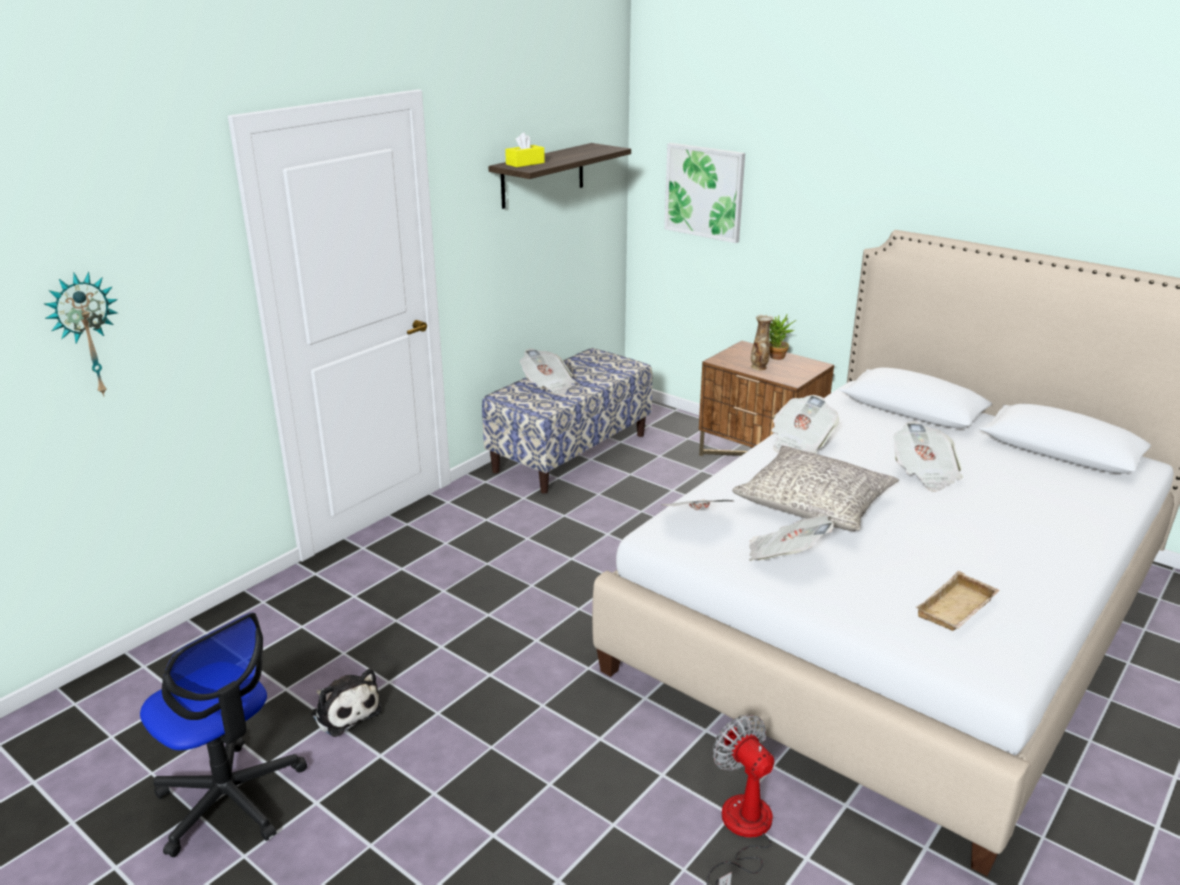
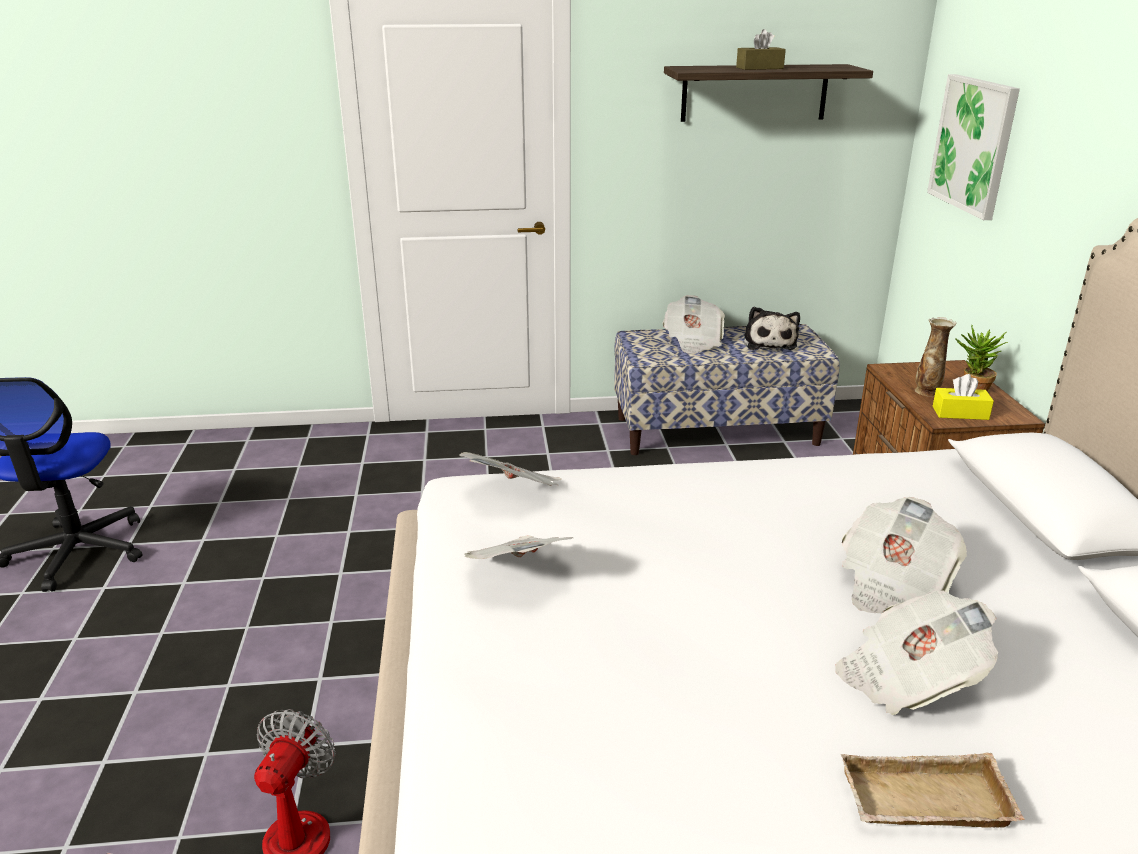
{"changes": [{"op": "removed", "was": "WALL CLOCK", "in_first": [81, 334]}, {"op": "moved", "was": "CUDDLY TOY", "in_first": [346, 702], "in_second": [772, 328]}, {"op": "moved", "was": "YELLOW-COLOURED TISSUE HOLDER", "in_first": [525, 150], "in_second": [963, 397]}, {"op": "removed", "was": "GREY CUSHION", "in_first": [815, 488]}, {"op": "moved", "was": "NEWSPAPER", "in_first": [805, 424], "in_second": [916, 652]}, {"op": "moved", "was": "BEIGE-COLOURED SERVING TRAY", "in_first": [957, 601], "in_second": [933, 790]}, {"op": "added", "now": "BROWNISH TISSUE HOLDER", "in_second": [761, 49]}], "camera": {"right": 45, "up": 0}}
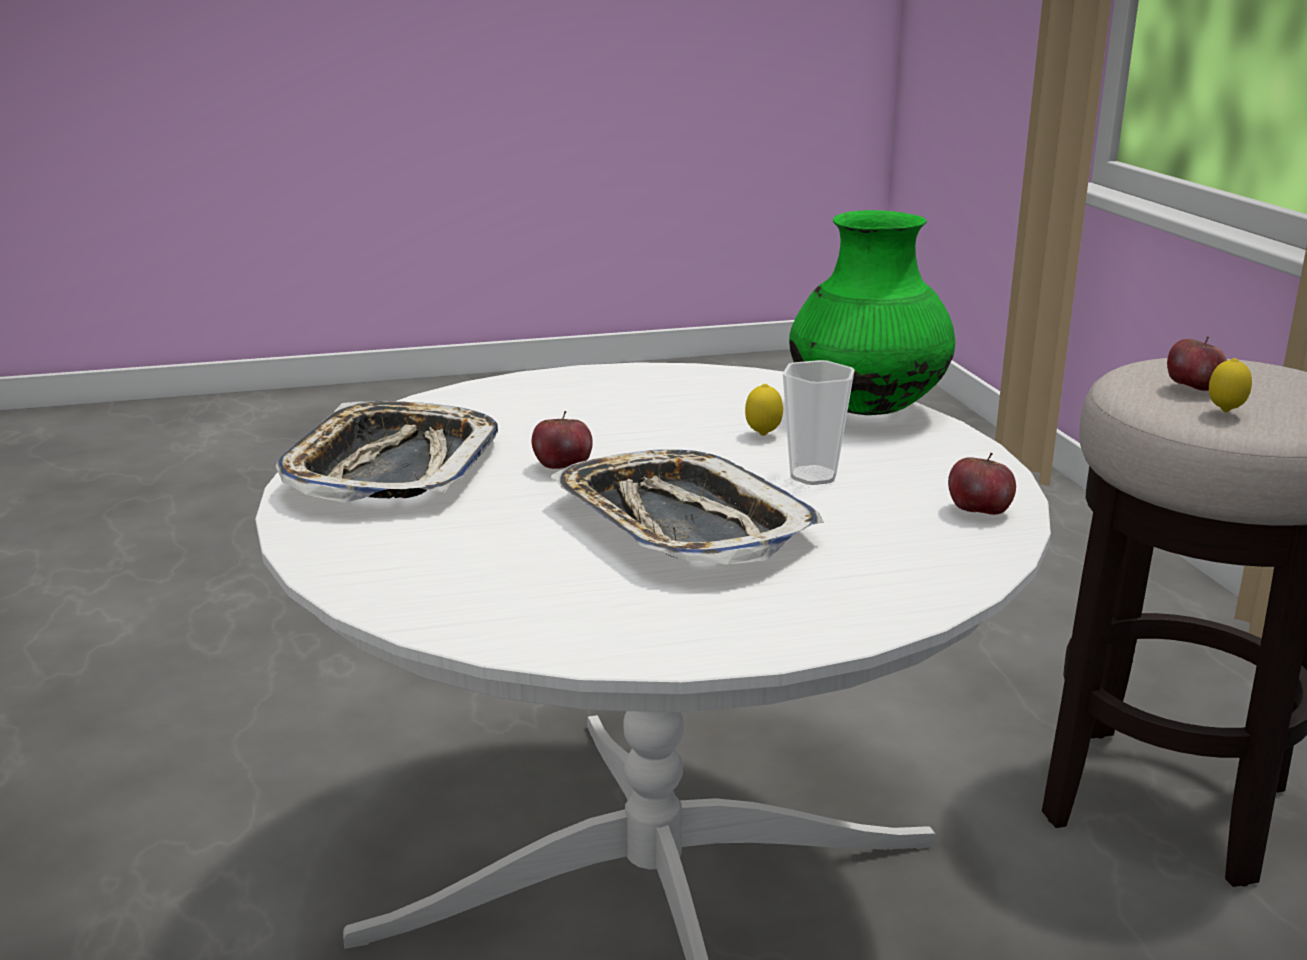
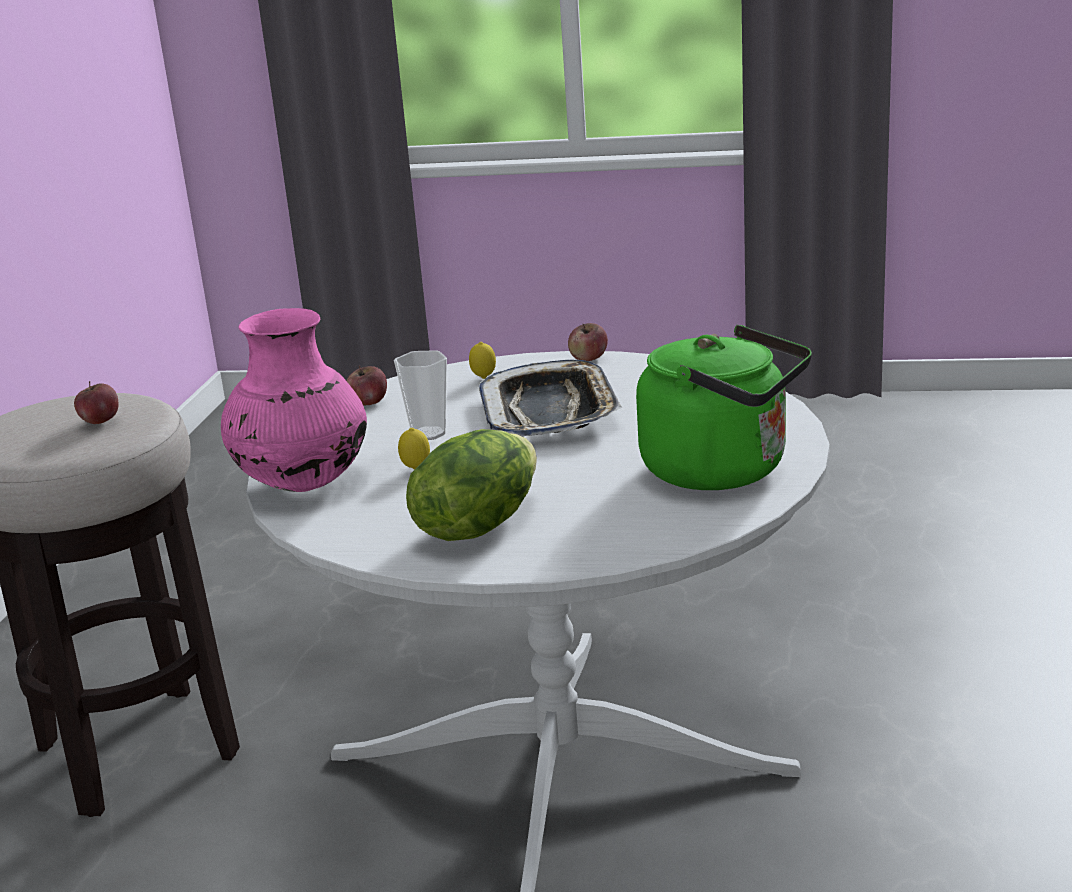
{"changes": [{"op": "replaced", "was": "SERVING TRAY", "now": "GREEN-COLOURED WATER KETTLE", "in_first": [386, 452], "in_second": [724, 407]}, {"op": "moved", "was": "APPLE", "in_first": [562, 440], "in_second": [588, 342]}, {"op": "recoloured", "was": "GREEN-COLOURED DECORATIVE VASE", "now": "PINKISH DECORATIVE VASE", "in_first": [872, 312], "in_second": [294, 400]}, {"op": "moved", "was": "WHOLE LEMON", "in_first": [1230, 385], "in_second": [482, 360]}, {"op": "added", "now": "LETTUCE HEAD", "in_second": [471, 485]}], "camera": {"right": -155, "up": 0}}
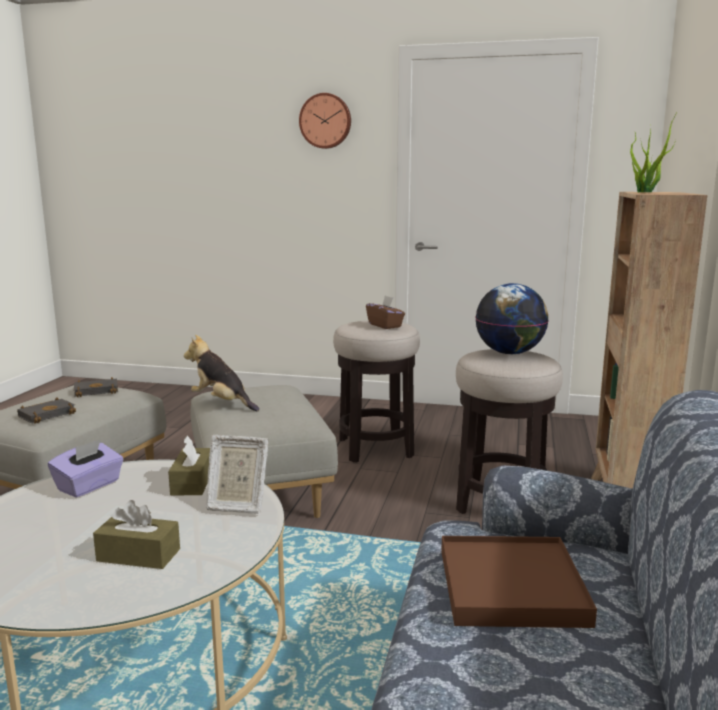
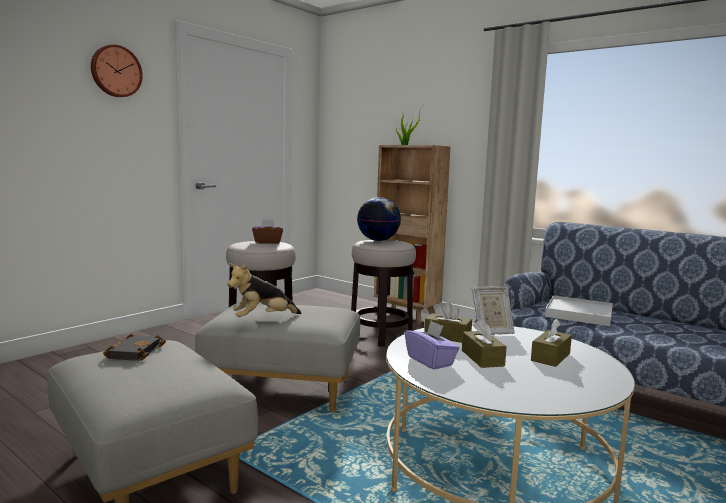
{"changes": [{"op": "removed", "was": "BLACK BOUND BOOK", "in_first": [46, 411]}, {"op": "turned", "was": "STANDING FRAME", "in_first": [237, 474], "in_second": [493, 310], "clockwise": 45}, {"op": "recoloured", "was": "BROWNISH SERVING TRAY", "now": "WHITE SERVING TRAY", "in_first": [519, 582], "in_second": [579, 310]}, {"op": "added", "now": "BROWNISH TISSUE HOLDER", "in_second": [484, 343]}], "camera": {"right": -65, "up": -5}}
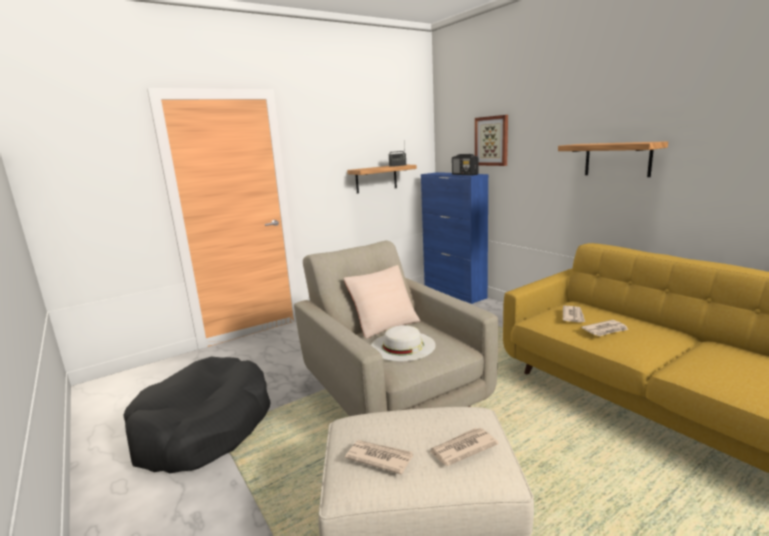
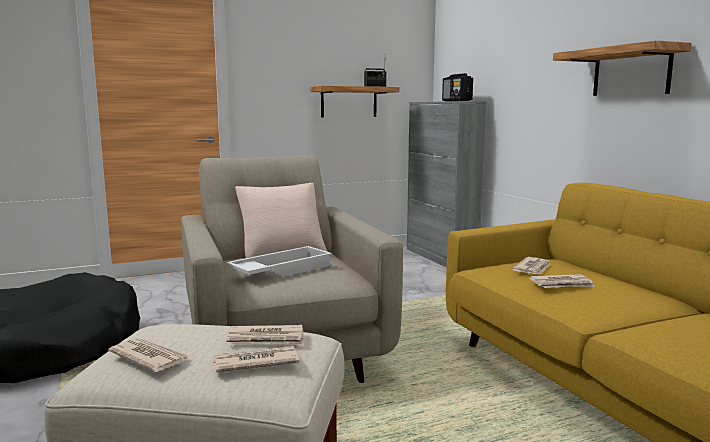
{"changes": [{"op": "replaced", "was": "WHITE WEARABLE HAT", "now": "WHITE SERVING TRAY", "in_first": [403, 343], "in_second": [279, 261]}, {"op": "recoloured", "was": "BLUE CABINET", "now": "GREY CABINET", "in_first": [454, 238], "in_second": [446, 184]}, {"op": "removed", "was": "WALL PICTURE", "in_first": [491, 140]}, {"op": "added", "now": "NEWSPAPER", "in_second": [265, 335]}], "camera": {"right": 10, "up": -5}}
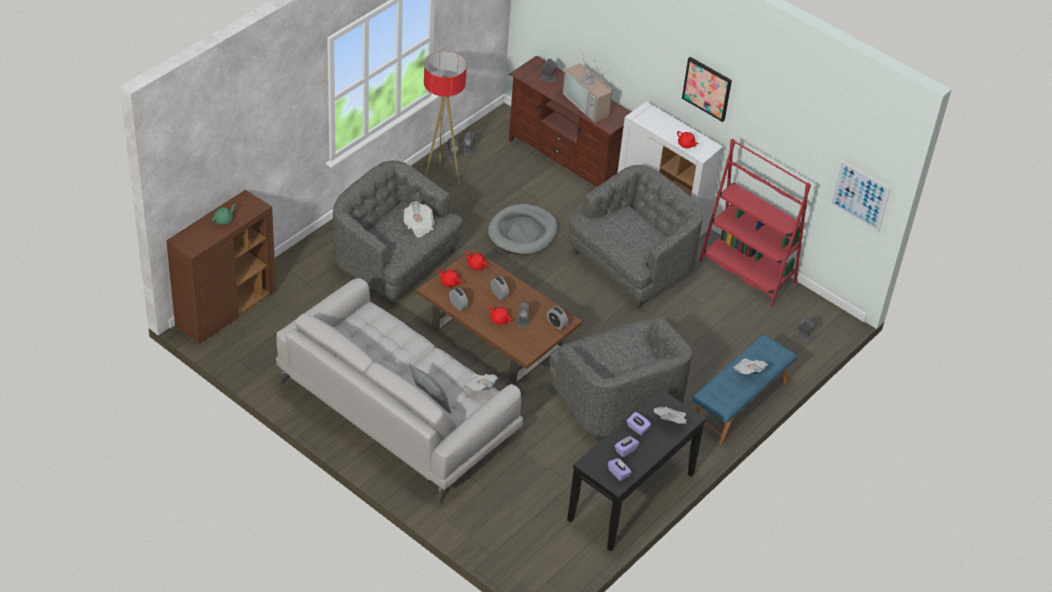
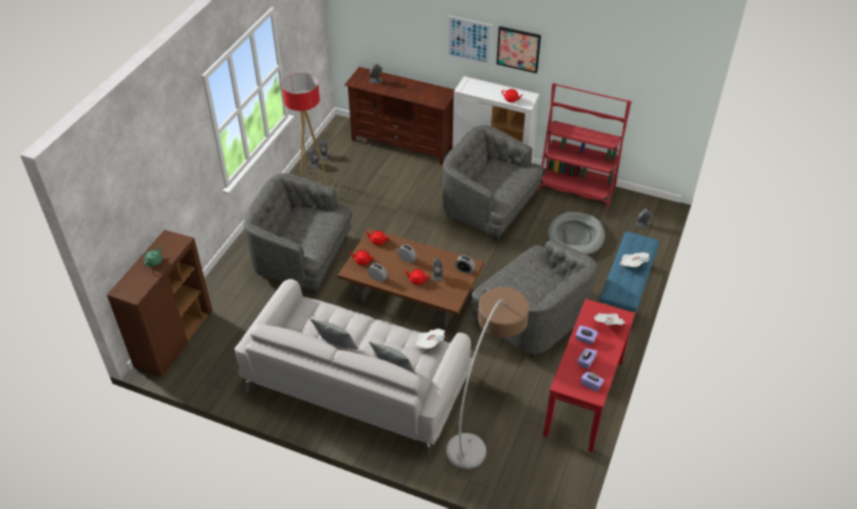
{"changes": [{"op": "removed", "was": "NEWSPAPER", "in_first": [419, 219]}, {"op": "moved", "was": "GREY DOG CUSHION", "in_first": [523, 229], "in_second": [576, 233]}, {"op": "removed", "was": "TV", "in_first": [588, 87]}, {"op": "recoloured", "was": "BLACK CONSOLE TABLE", "now": "RED-COLOURED CONSOLE TABLE", "in_first": [636, 470], "in_second": [589, 375]}, {"op": "turned", "was": "GREY LOUNGE CHAIR", "in_first": [636, 237], "in_second": [492, 183], "clockwise": -90}, {"op": "moved", "was": "WALL PICTURE", "in_first": [860, 196], "in_second": [469, 40]}, {"op": "added", "now": "GREY CUSHION", "in_second": [334, 334]}, {"op": "added", "now": "STANDING LAMP", "in_second": [487, 378]}], "camera": {"right": -15, "up": 0}}
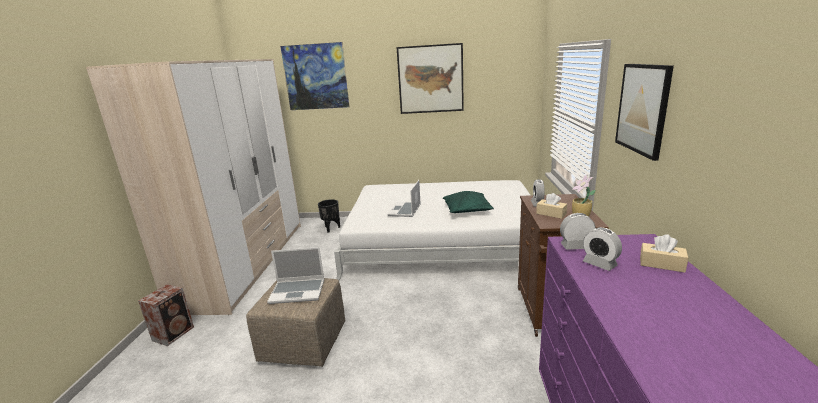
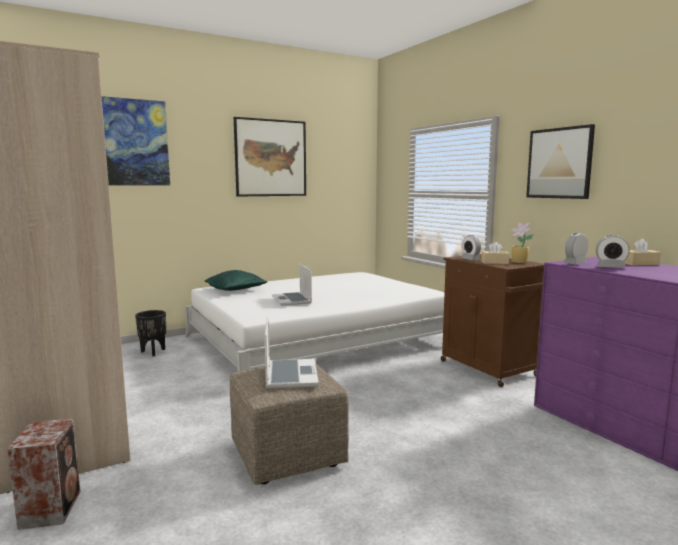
{"changes": [{"op": "turned", "was": "NOTEBOOK COMPUTER", "in_first": [295, 275], "in_second": [292, 352], "clockwise": -60}, {"op": "moved", "was": "GREEN-COLOURED CUSHION", "in_first": [468, 202], "in_second": [236, 280]}], "camera": {"right": -35, "up": -10}}
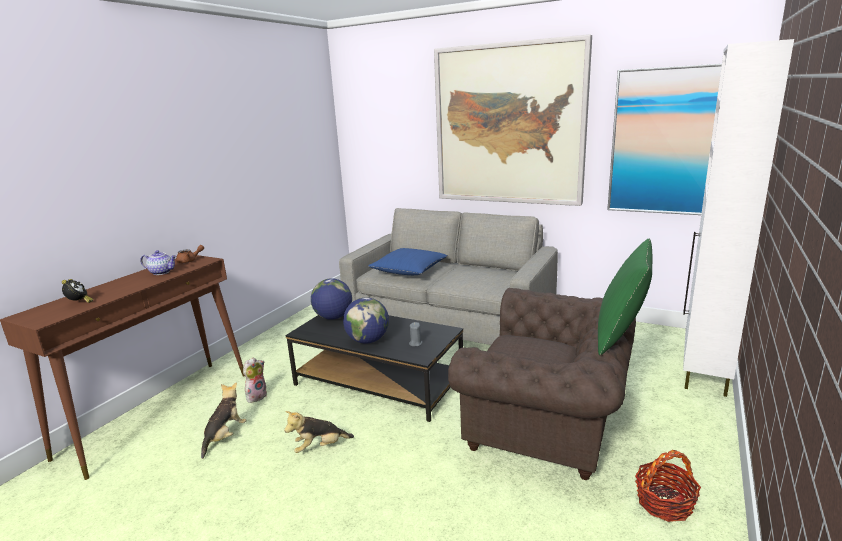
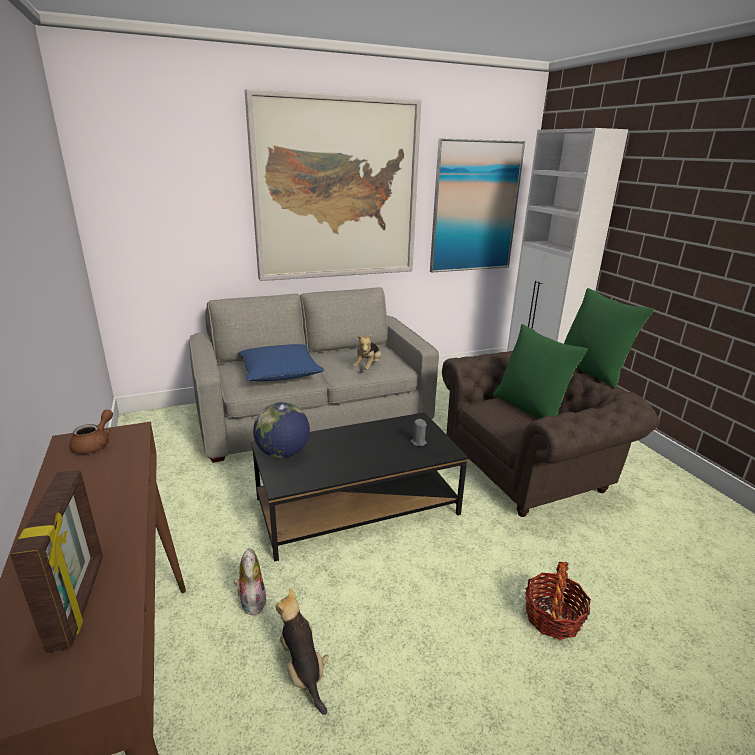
{"changes": [{"op": "replaced", "was": "TABLE CLOCK", "now": "STANDING FRAME", "in_first": [78, 291], "in_second": [56, 561]}, {"op": "removed", "was": "TEAPOT", "in_first": [158, 262]}, {"op": "moved", "was": "CUDDLY TOY", "in_first": [319, 432], "in_second": [367, 352]}, {"op": "removed", "was": "DESK GLOBE", "in_first": [366, 320]}, {"op": "moved", "was": "BASKET", "in_first": [668, 486], "in_second": [558, 601]}, {"op": "added", "now": "GREEN-COLOURED CUSHION", "in_second": [540, 371]}], "camera": {"right": -50, "up": 5}}
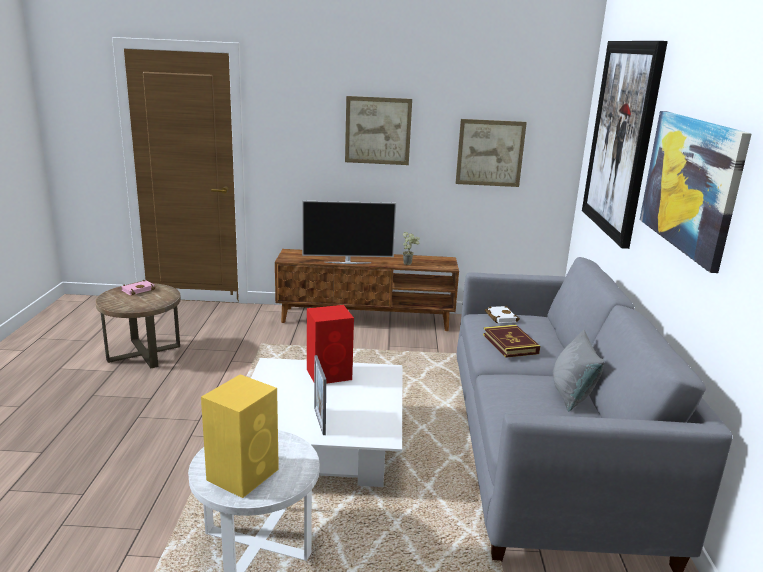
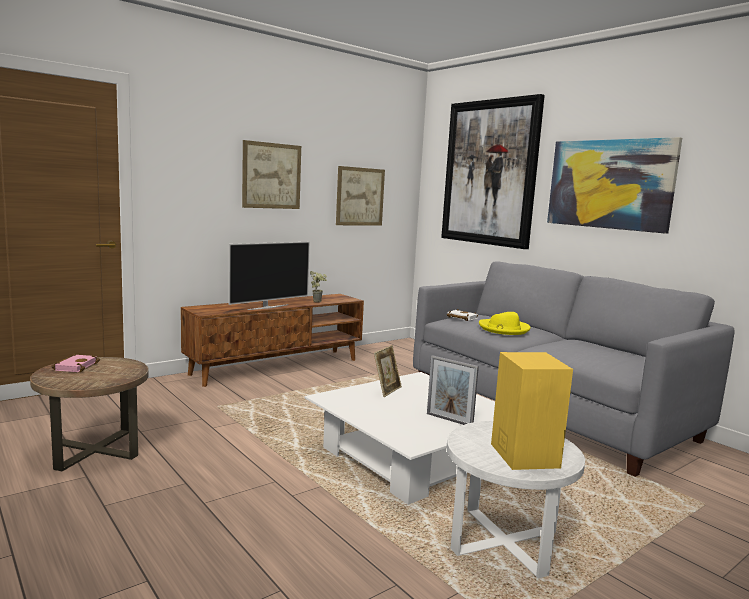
{"changes": [{"op": "replaced", "was": "RED-COLOURED AUDIO SPEAKER", "now": "STANDING FRAME", "in_first": [330, 344], "in_second": [388, 371]}, {"op": "replaced", "was": "BOUND BOOK", "now": "YELLOW-COLOURED WEARABLE HAT", "in_first": [511, 341], "in_second": [504, 323]}, {"op": "removed", "was": "GREY CUSHION", "in_first": [578, 370]}], "camera": {"right": -40, "up": -10}}
